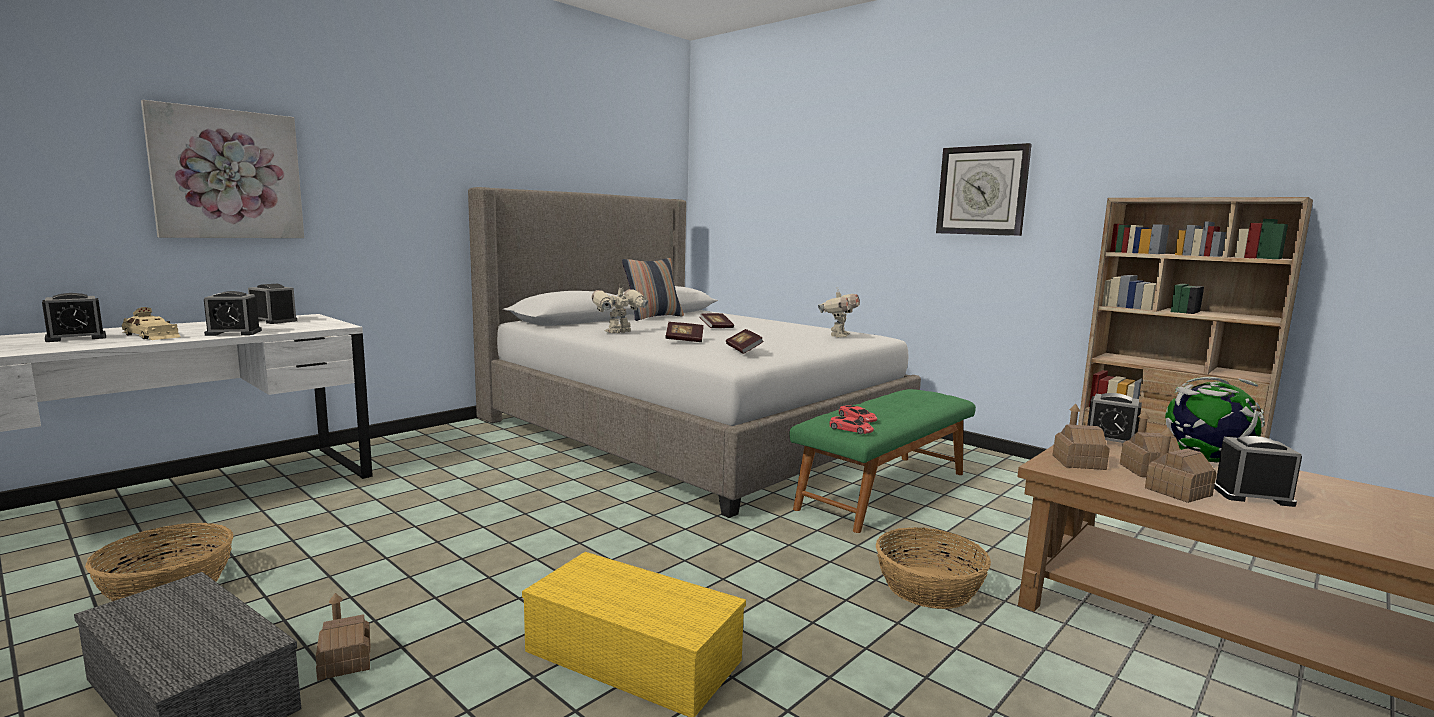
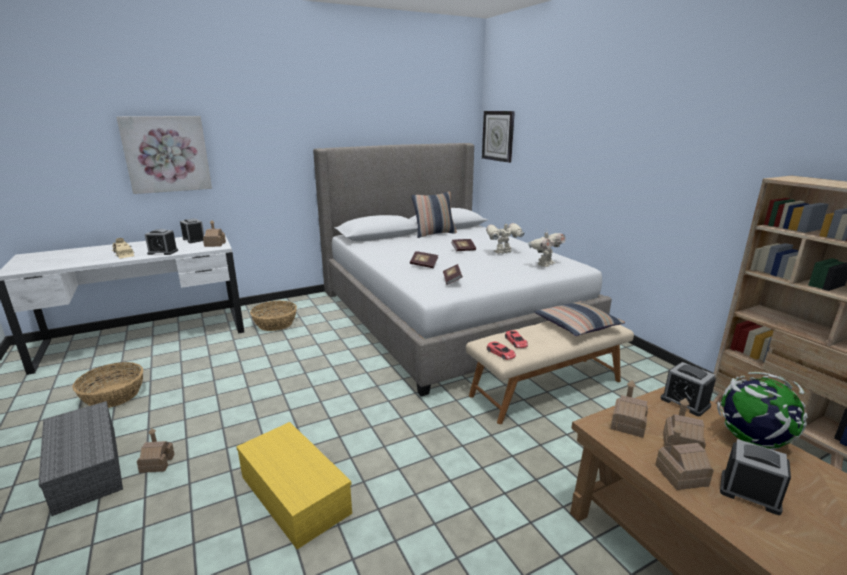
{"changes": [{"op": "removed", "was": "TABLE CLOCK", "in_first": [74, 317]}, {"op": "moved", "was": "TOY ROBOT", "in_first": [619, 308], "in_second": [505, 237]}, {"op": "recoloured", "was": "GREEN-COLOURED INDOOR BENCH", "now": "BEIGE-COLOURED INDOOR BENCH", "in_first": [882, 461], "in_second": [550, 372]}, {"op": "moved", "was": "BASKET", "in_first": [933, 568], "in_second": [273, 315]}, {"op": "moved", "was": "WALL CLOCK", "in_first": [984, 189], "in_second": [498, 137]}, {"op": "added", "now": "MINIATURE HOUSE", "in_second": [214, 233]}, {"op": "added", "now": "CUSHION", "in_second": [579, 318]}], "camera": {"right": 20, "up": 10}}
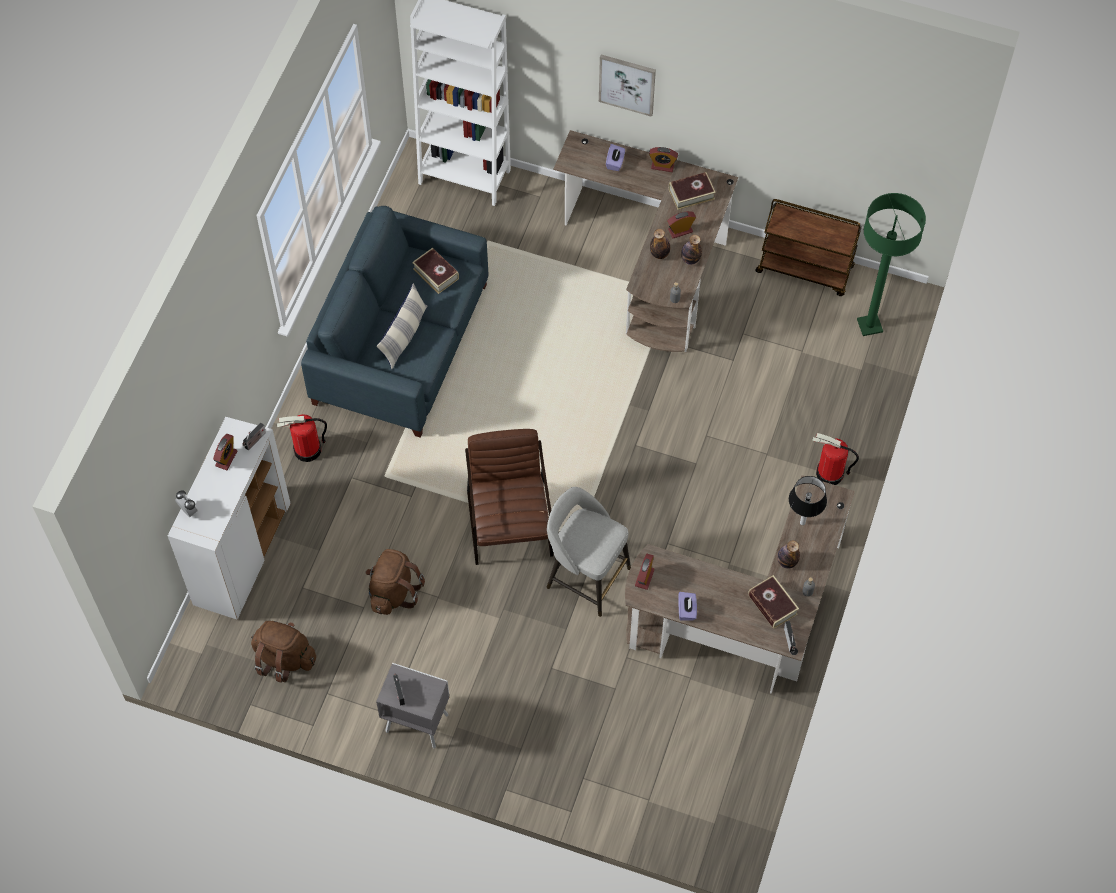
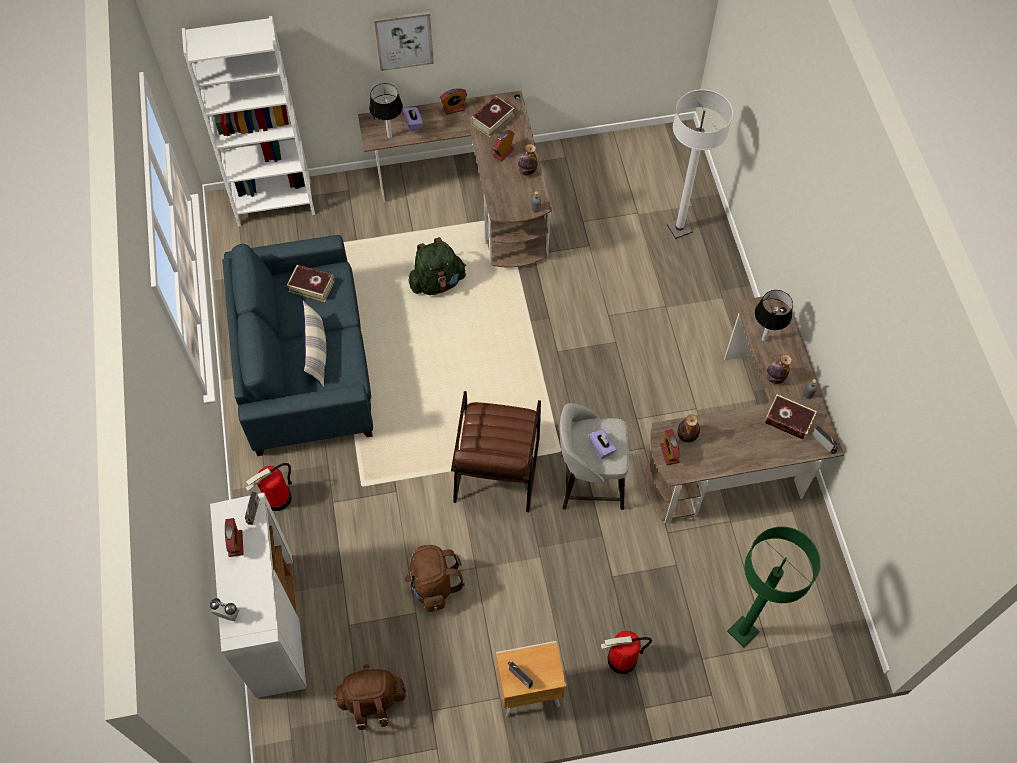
{"changes": [{"op": "recoloured", "was": "GREY NIGHTSTAND", "now": "BROWNISH NIGHTSTAND", "in_first": [413, 706], "in_second": [531, 679]}, {"op": "turned", "was": "BROWNISH LOUNGE CHAIR", "in_first": [509, 497], "in_second": [496, 451], "clockwise": -135}, {"op": "moved", "was": "DRINK BOTTLE", "in_first": [660, 244], "in_second": [688, 428]}, {"op": "moved", "was": "PURPLE-COLOURED TISSUE HOLDER", "in_first": [687, 606], "in_second": [603, 444]}, {"op": "removed", "was": "BROWNISH TROLLEY", "in_first": [808, 247]}, {"op": "moved", "was": "FIRE-FIGHTING CYLINDER", "in_first": [835, 459], "in_second": [626, 652]}, {"op": "moved", "was": "GREEN-COLOURED STANDING LAMP", "in_first": [891, 264], "in_second": [774, 586]}, {"op": "added", "now": "LAMP FOR A TABLE", "in_second": [386, 110]}, {"op": "added", "now": "GREEN-COLOURED BACKPACK", "in_second": [437, 266]}, {"op": "added", "now": "WHITE STANDING LAMP", "in_second": [700, 164]}], "camera": {"right": -30, "up": 0}}
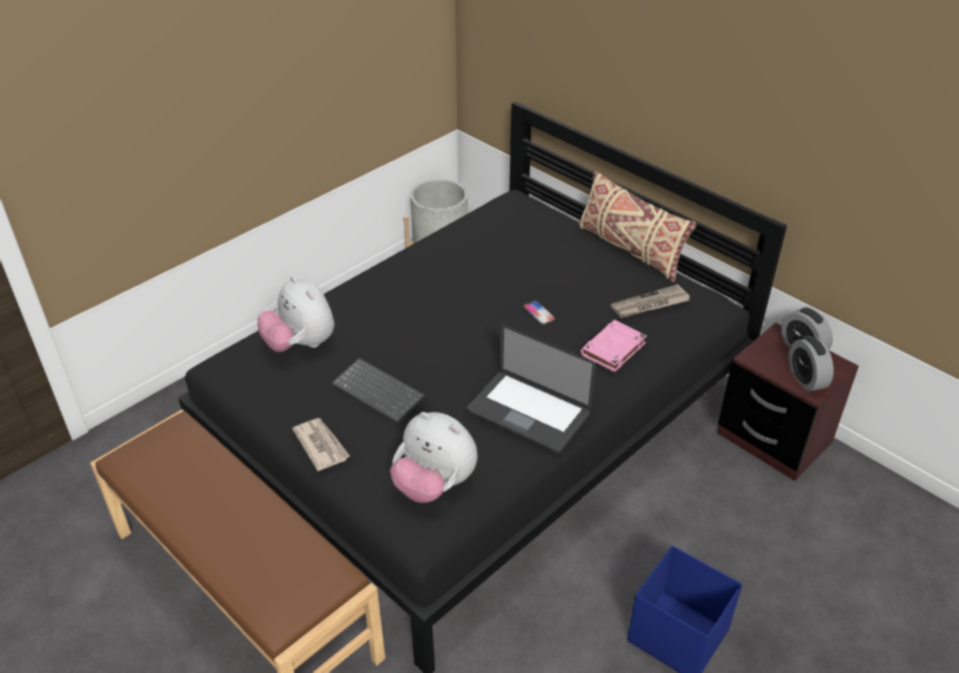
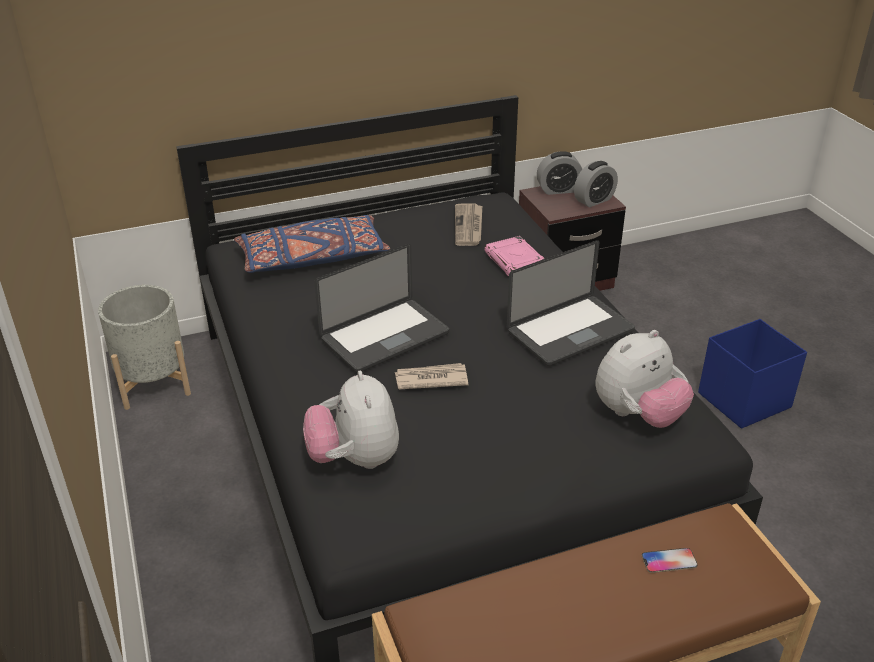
{"changes": [{"op": "turned", "was": "CUDDLY TOY", "in_first": [296, 314], "in_second": [351, 420], "clockwise": 90}, {"op": "moved", "was": "NEWSPAPER", "in_first": [321, 444], "in_second": [431, 376]}, {"op": "removed", "was": "COMPUTER KEYBOARD", "in_first": [378, 391]}, {"op": "moved", "was": "TELEPHONE", "in_first": [539, 312], "in_second": [670, 560]}, {"op": "removed", "was": "BEIGE-COLOURED CUSHION", "in_first": [637, 226]}, {"op": "turned", "was": "TABLE CLOCK", "in_first": [811, 364], "in_second": [596, 184], "clockwise": -45}, {"op": "added", "now": "BLUE CUSHION", "in_second": [312, 244]}, {"op": "added", "now": "NOTEBOOK COMPUTER", "in_second": [381, 308]}], "camera": {"right": -65, "up": -5}}
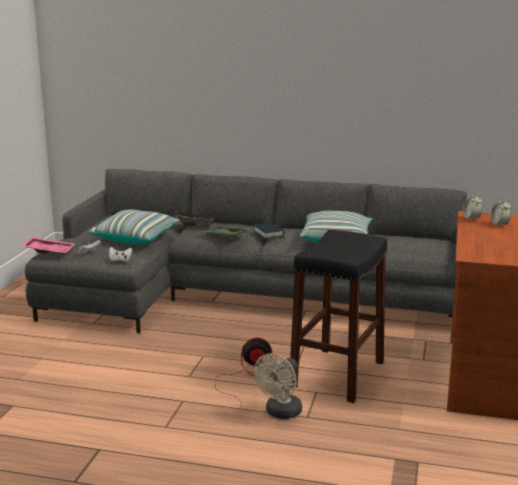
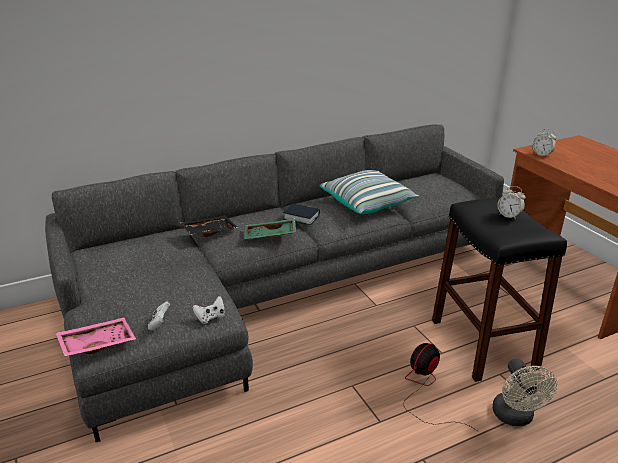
{"changes": [{"op": "removed", "was": "CUSHION", "in_first": [134, 227]}, {"op": "moved", "was": "TABLE CLOCK", "in_first": [500, 212], "in_second": [511, 203]}], "camera": {"right": -40, "up": 10}}
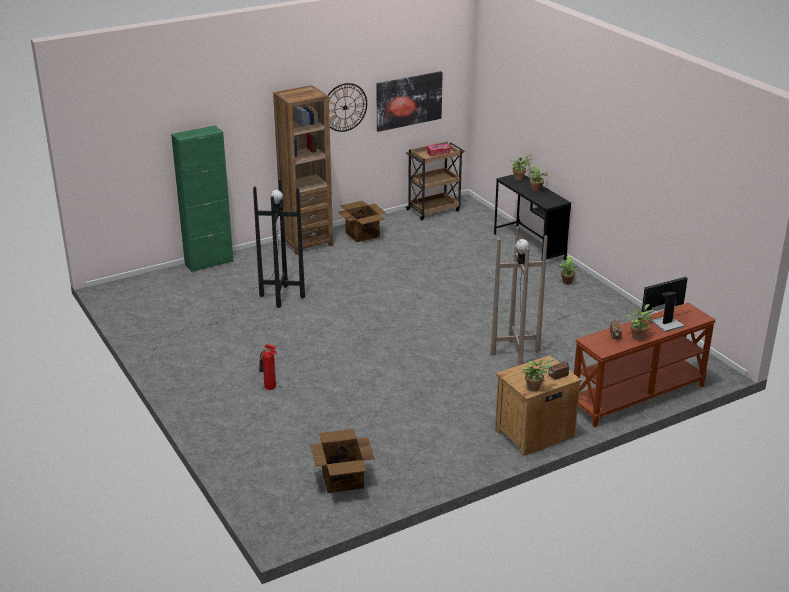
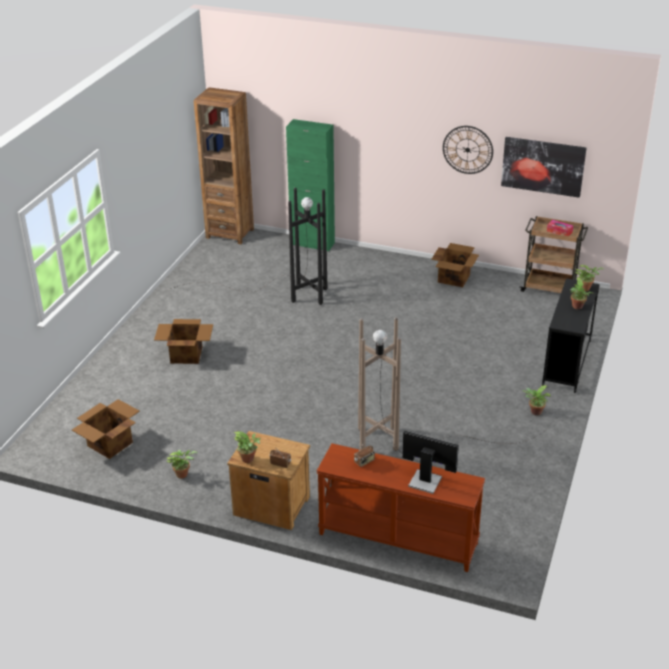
{"changes": [{"op": "replaced", "was": "FIRE-FIGHTING CYLINDER", "now": "CARDBOARD BOX", "in_first": [268, 367], "in_second": [183, 341]}, {"op": "moved", "was": "BROWNISH BOOKSHELF", "in_first": [303, 170], "in_second": [224, 165]}, {"op": "moved", "was": "HOUSEPLANT", "in_first": [639, 322], "in_second": [182, 464]}], "camera": {"right": 50, "up": 5}}
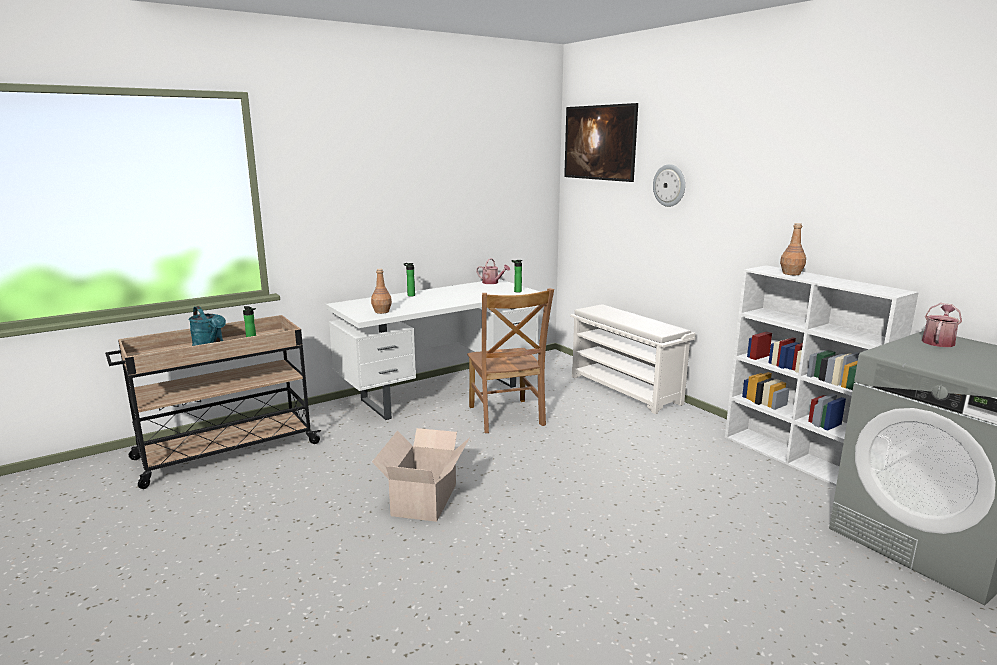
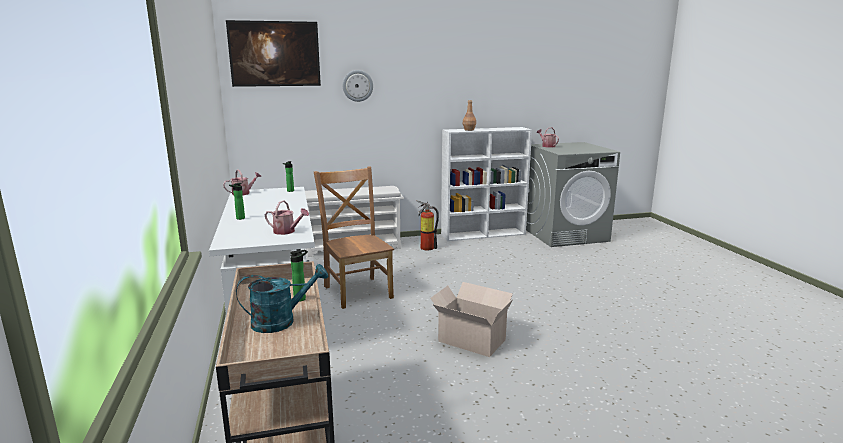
{"changes": [{"op": "replaced", "was": "BROWNISH DRINK BOTTLE", "now": "SPRINKLING CAN", "in_first": [381, 291], "in_second": [287, 217]}, {"op": "turned", "was": "BROWNISH PLAIN CHAIR", "in_first": [510, 360], "in_second": [354, 238], "clockwise": -120}, {"op": "added", "now": "FIRE-FIGHTING CYLINDER", "in_second": [427, 225]}], "camera": {"right": -70, "up": 0}}
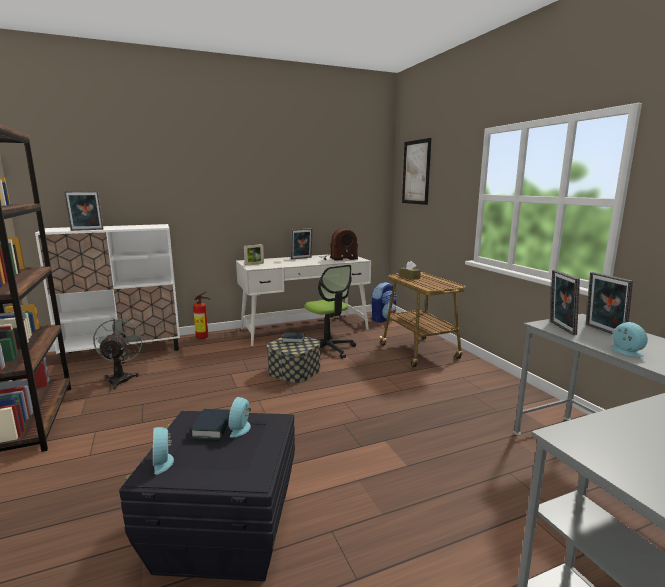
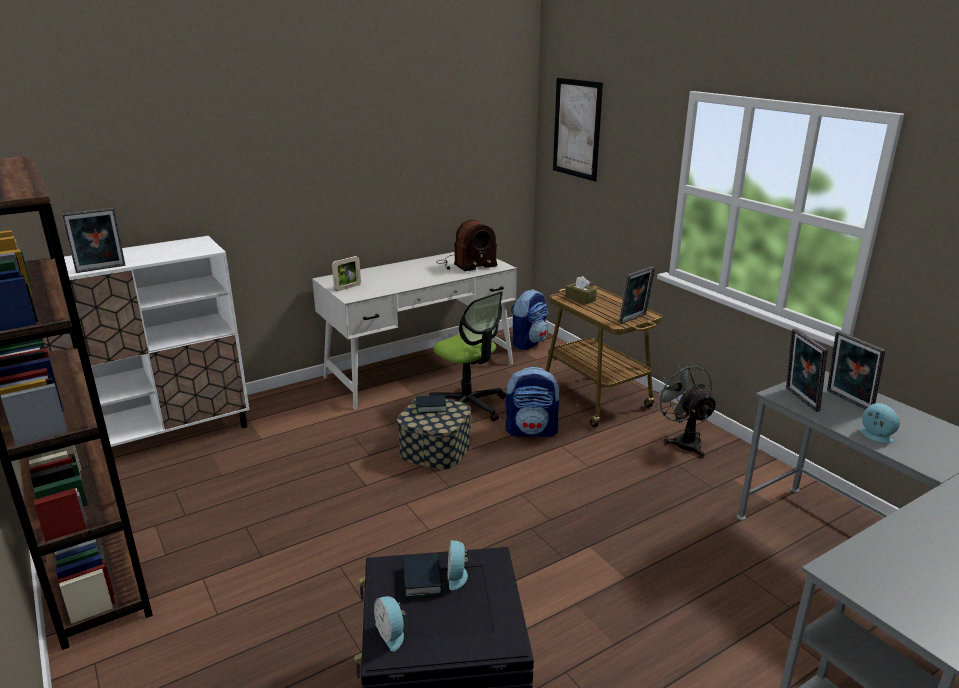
{"changes": [{"op": "moved", "was": "GREY COOLING FAN", "in_first": [118, 353], "in_second": [685, 410]}, {"op": "removed", "was": "FIRE-FIGHTING CYLINDER", "in_first": [202, 315]}, {"op": "moved", "was": "STANDING FRAME", "in_first": [302, 243], "in_second": [637, 295]}, {"op": "added", "now": "BACKPACK", "in_second": [533, 401]}], "camera": {"right": -10, "up": 10}}
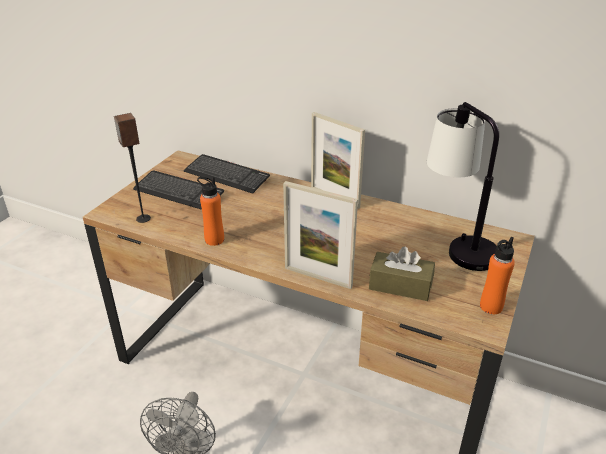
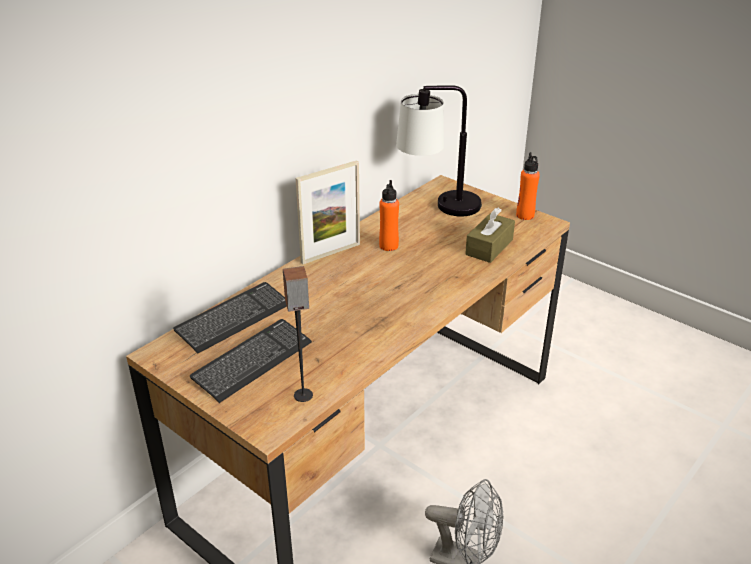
{"changes": [{"op": "moved", "was": "ORANGE-COLOURED DRINK BOTTLE", "in_first": [210, 211], "in_second": [389, 215]}, {"op": "removed", "was": "STANDING FRAME", "in_first": [320, 235]}], "camera": {"right": -75, "up": 0}}
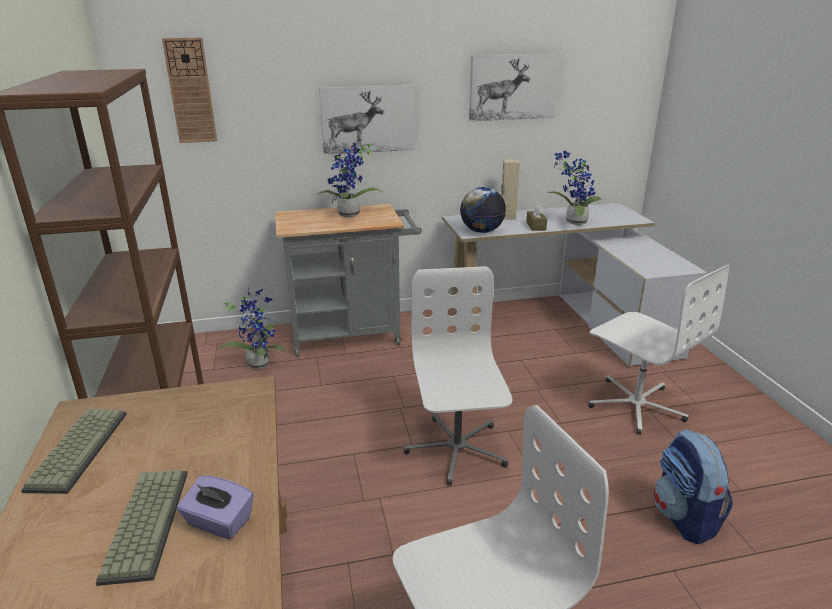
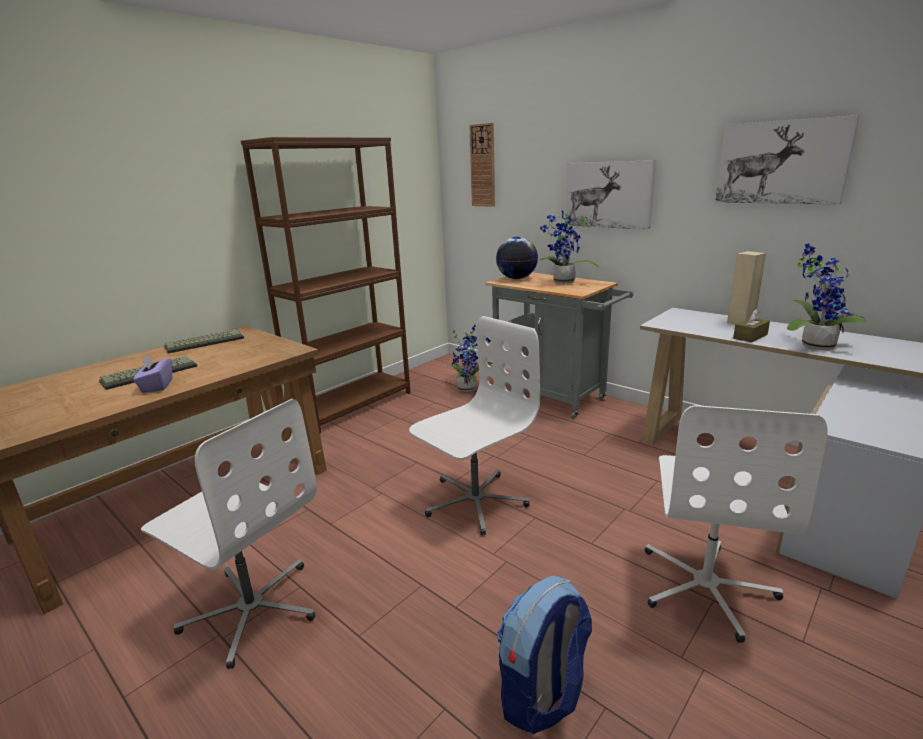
{"changes": [{"op": "moved", "was": "DESK GLOBE", "in_first": [483, 210], "in_second": [517, 258]}], "camera": {"right": 55, "up": -5}}
